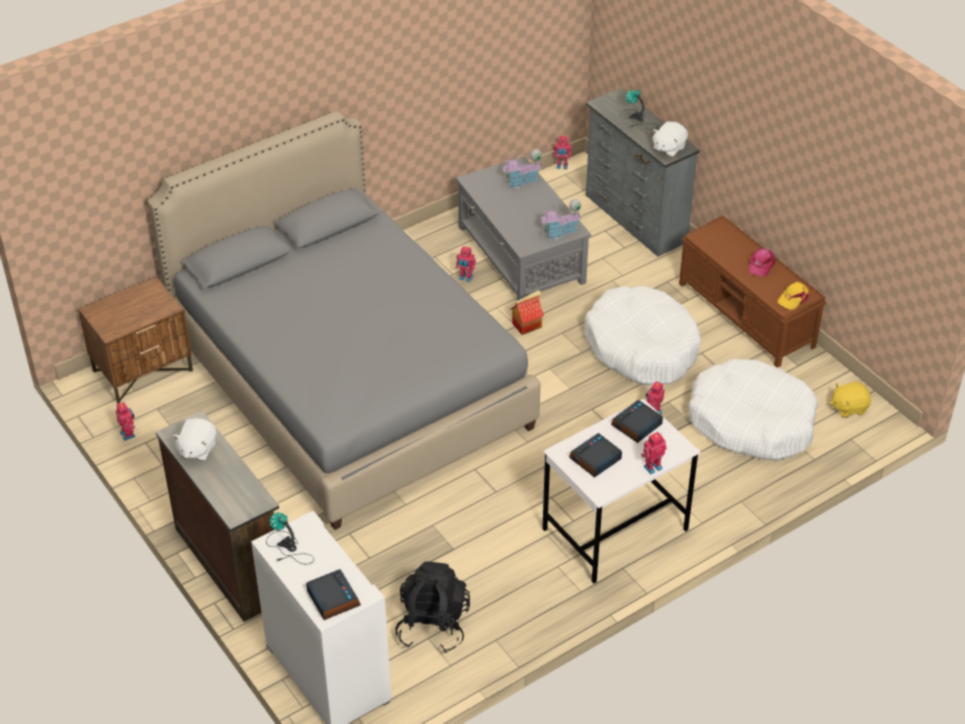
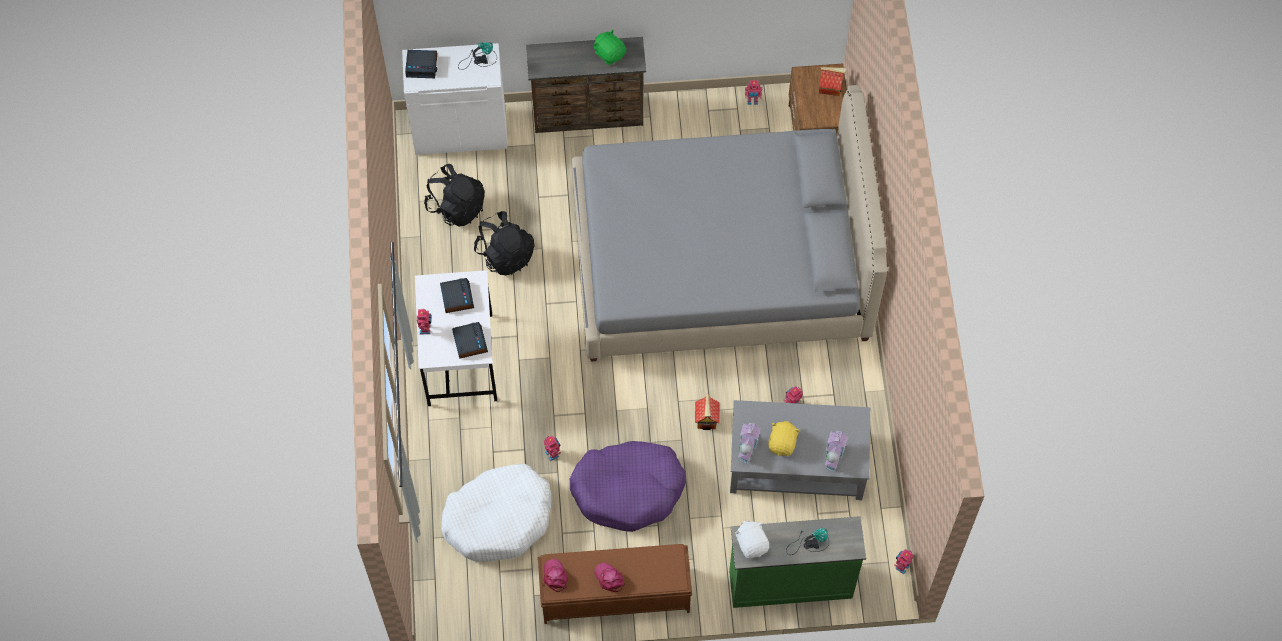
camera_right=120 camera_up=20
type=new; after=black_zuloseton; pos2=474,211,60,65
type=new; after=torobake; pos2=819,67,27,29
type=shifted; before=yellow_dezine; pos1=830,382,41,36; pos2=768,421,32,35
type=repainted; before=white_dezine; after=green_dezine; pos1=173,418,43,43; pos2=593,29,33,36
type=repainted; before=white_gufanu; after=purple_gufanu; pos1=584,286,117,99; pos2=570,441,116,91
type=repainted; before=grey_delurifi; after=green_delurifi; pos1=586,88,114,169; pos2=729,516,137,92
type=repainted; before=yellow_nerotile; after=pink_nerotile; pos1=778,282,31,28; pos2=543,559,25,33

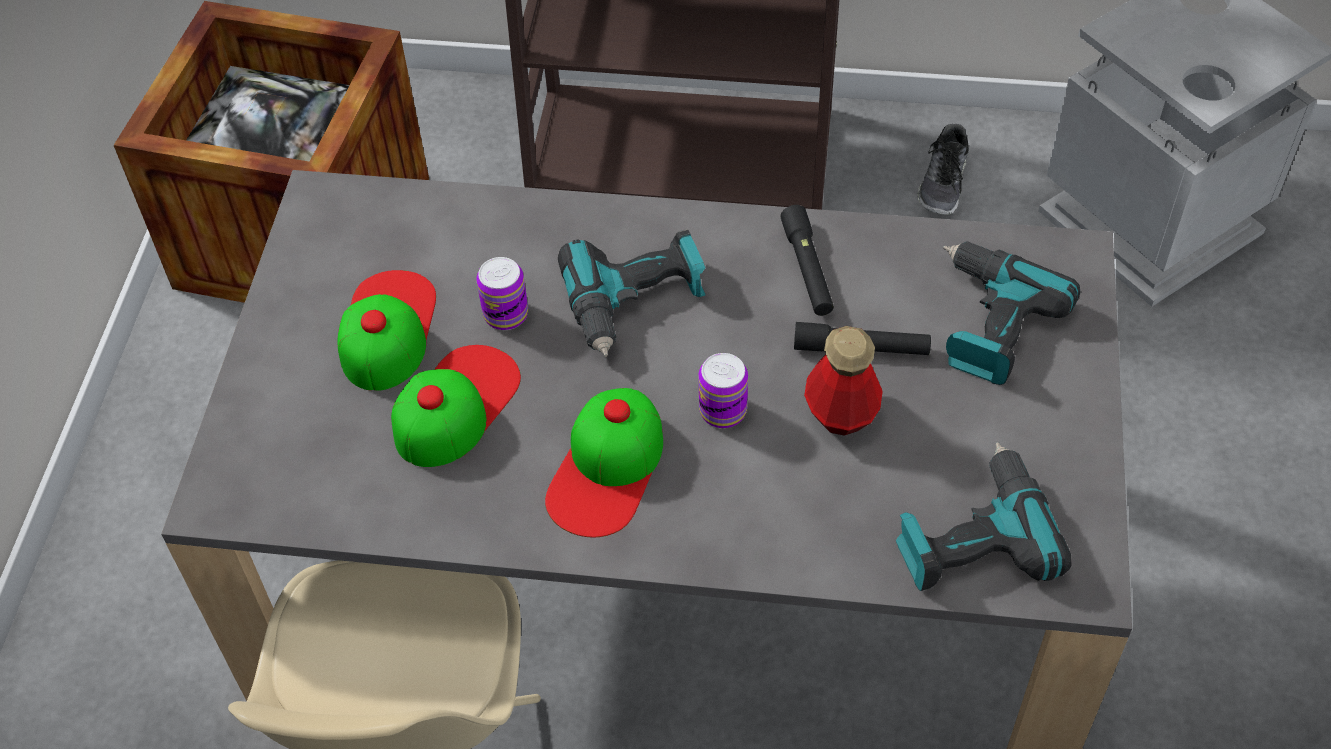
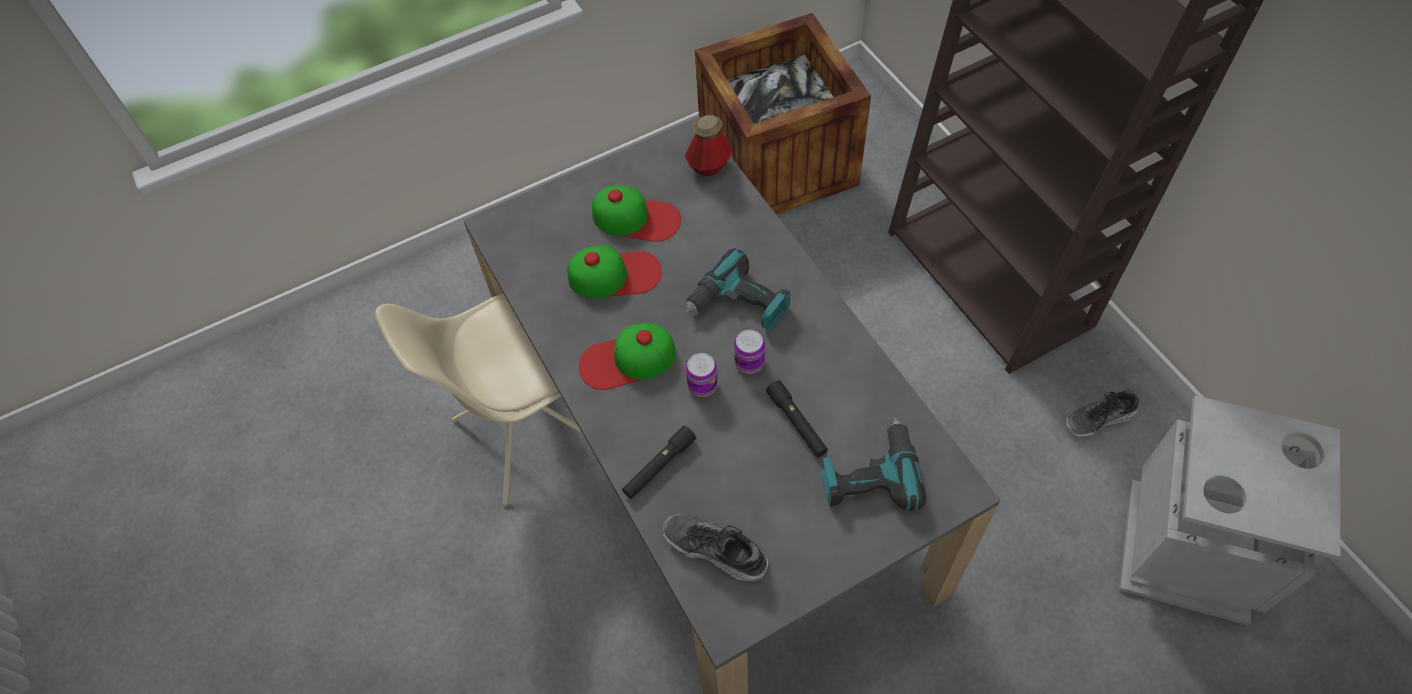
camera_right=55 camera_up=5
type=shifted; before=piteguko; pos1=476,257,52,73; pos2=734,330,31,45
type=shifted; before=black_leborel; pos1=781,205,53,111; pos2=622,426,74,73
type=shifted; before=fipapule; pos1=804,326,79,110; pos2=685,115,47,61
type=swapped; before=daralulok; after=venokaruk; pos1=896,442,176,149; pos2=663,514,105,68
type=rotated; before=nerotile; pos1=338,270,98,121; pos2=592,185,89,57; turn=45

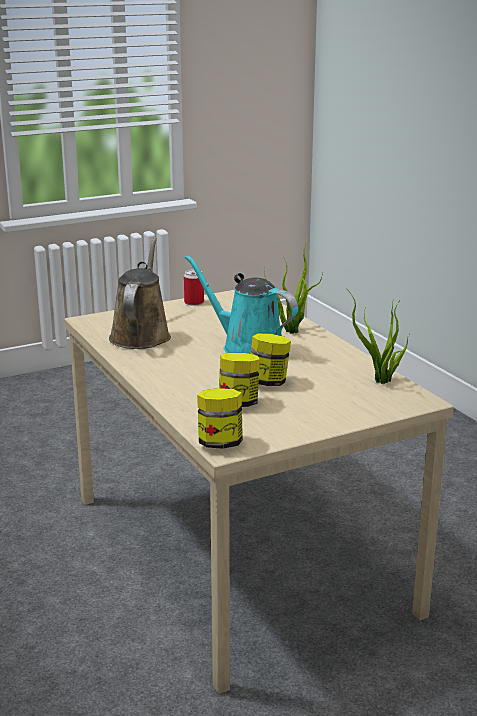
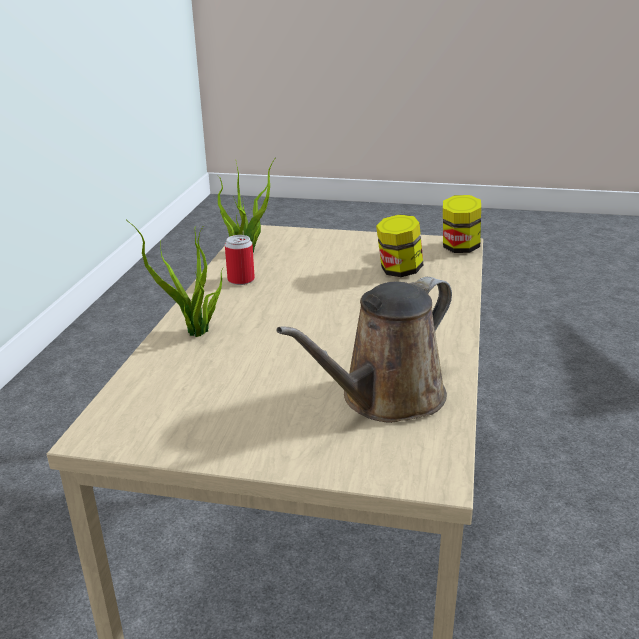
camera_right=-140 camera_up=5
type=gone; before=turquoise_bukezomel; pos1=184,255,114,99
type=gone; before=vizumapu; pos1=250,334,41,52
type=shifted; before=piteguko; pos1=184,269,20,37; pos2=225,235,30,50

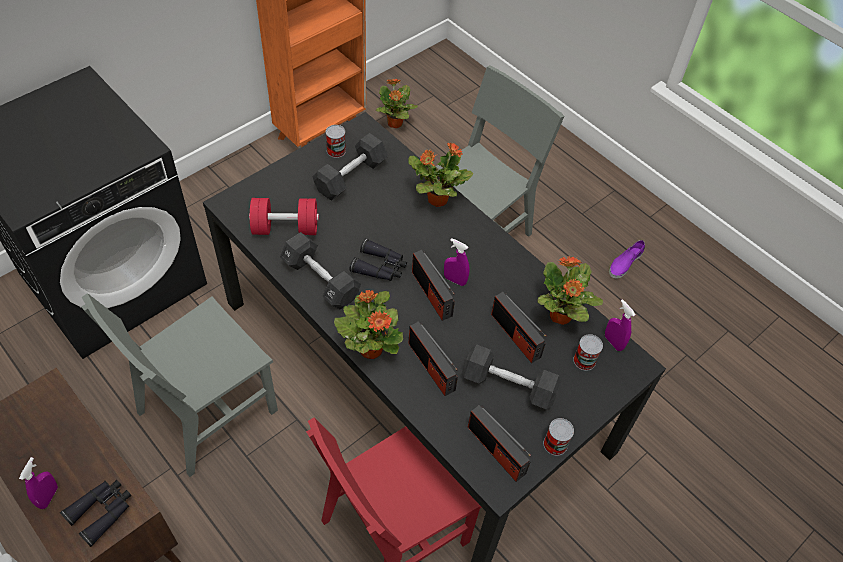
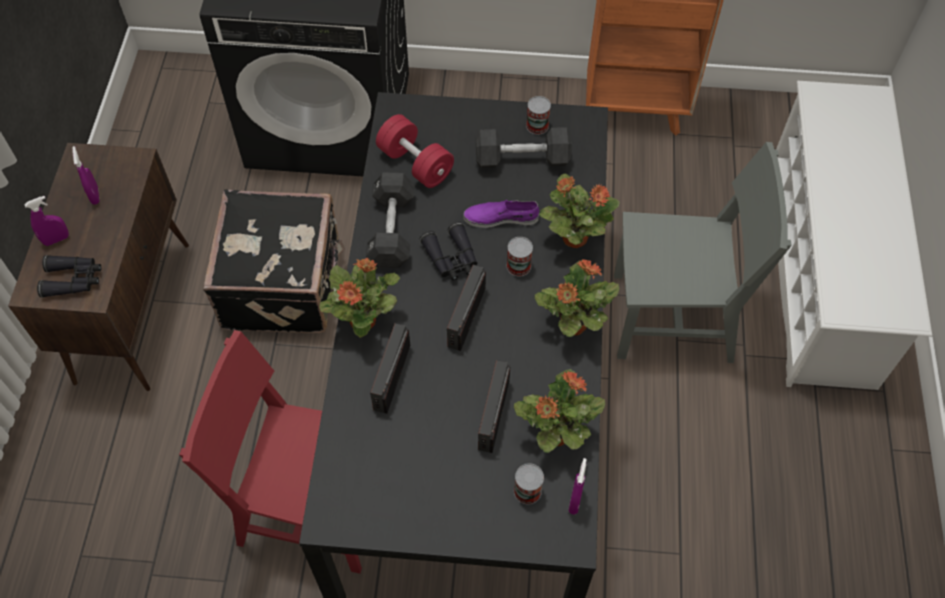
camera_right=50 camera_up=5
type=gone; before=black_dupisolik; pos1=462,344,99,66
type=gone; before=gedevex; pos1=468,405,63,77
type=new; after=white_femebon; pos2=776,81,156,309
type=shifted; before=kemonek; pos1=376,78,42,50; pos2=535,259,84,78
type=shifted; before=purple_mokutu; pos1=444,238,25,48; pos2=72,146,28,58
type=shifted; before=piteguko; pos1=543,418,31,38; pos2=507,237,26,40
type=shifted; before=purple_venokaruk; pos1=609,240,36,38; pos2=463,200,76,28
type=swapped; before=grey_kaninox; after=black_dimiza; pos1=81,293,197,184; pos2=203,189,142,144

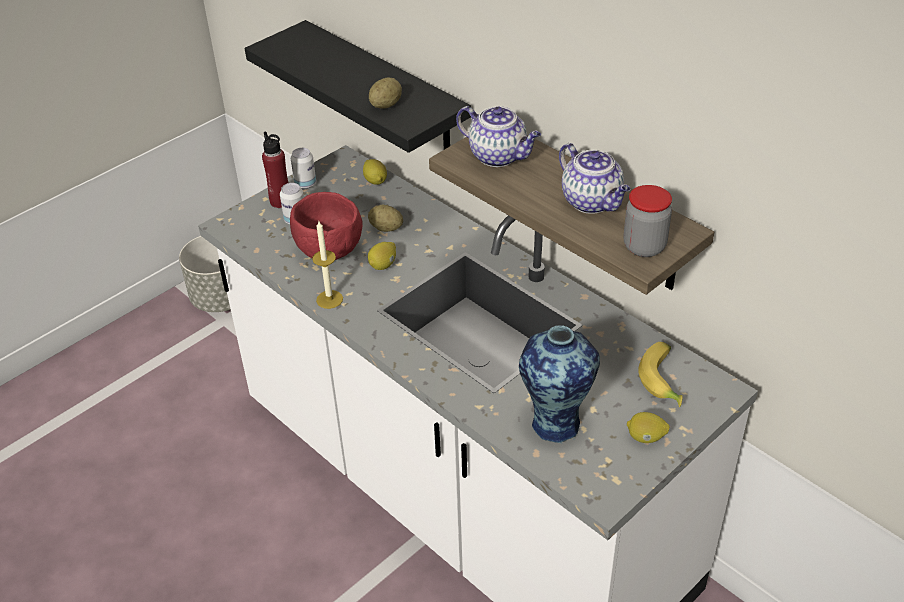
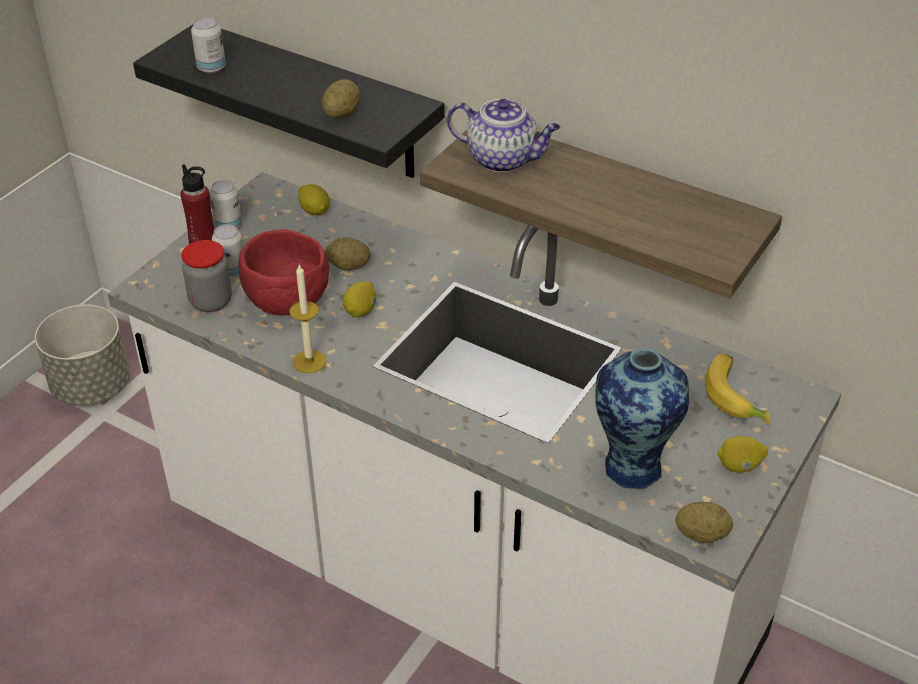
camera_right=-15 camera_up=0
type=gone; before=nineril; pos1=559,143,71,71
type=new; after=piteguko; pos2=191,17,35,56
type=new; after=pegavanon; pos2=676,502,57,41
type=shifted; before=vizumapu; pos1=623,185,49,72; pos2=181,240,51,72

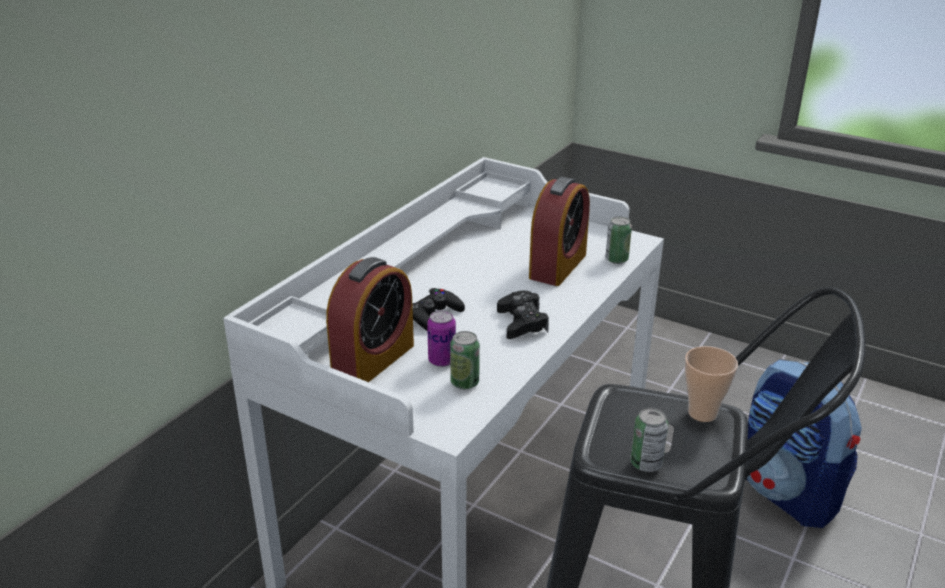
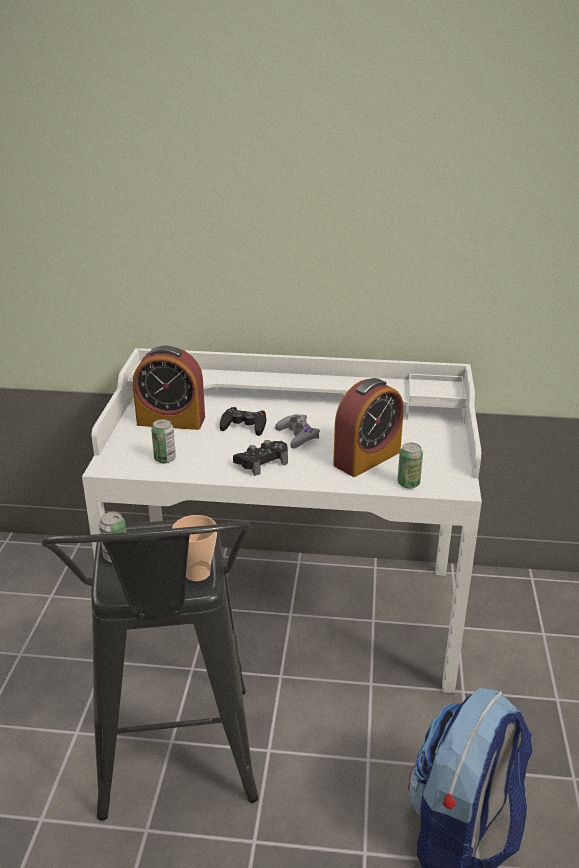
camera_right=65 camera_up=0
type=gone; before=piteguko; pos1=427,310,29,57
type=new; after=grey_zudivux; pos2=275,414,45,35
type=rotated; before=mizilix; pos1=529,177,61,109; pos2=333,378,71,99; turn=-45

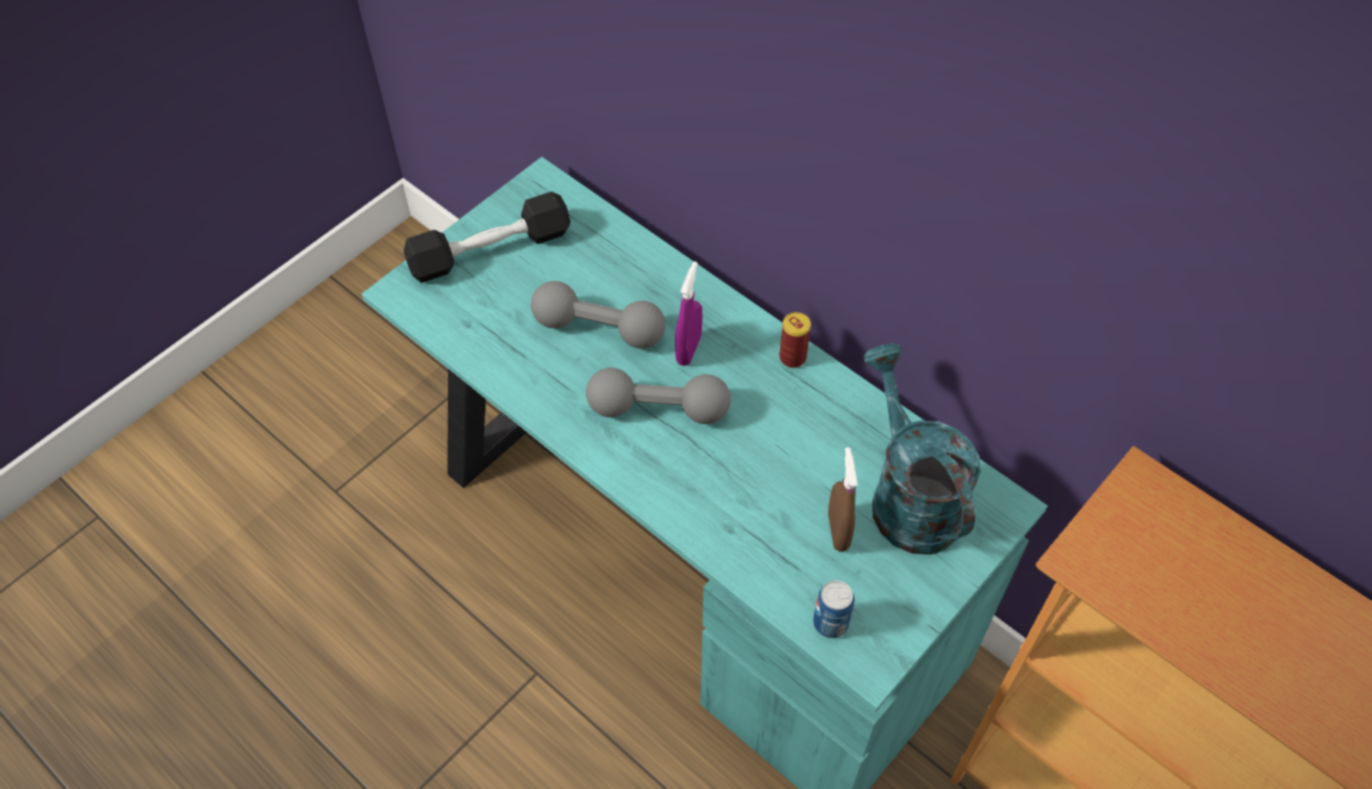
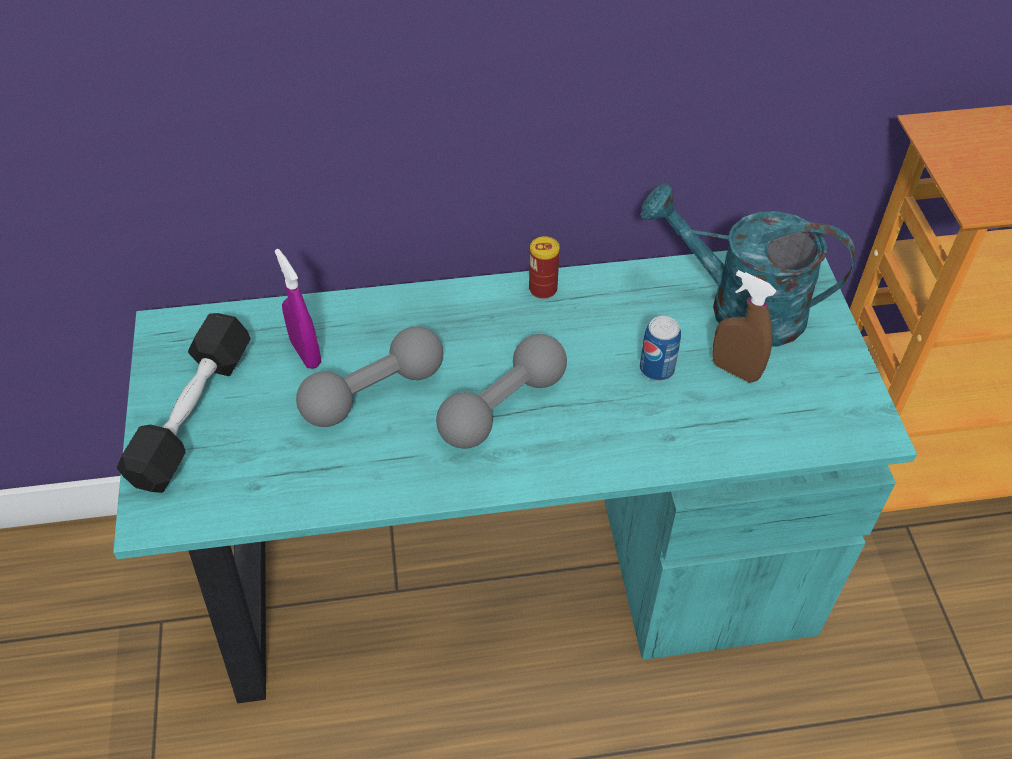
camera_right=-50 camera_up=-5
type=shifted; before=purple_mokutu; pos1=675,261,27,105; pos2=275,249,46,120
type=shifted; before=piteguko; pos1=813,580,41,58; pos2=640,316,41,65

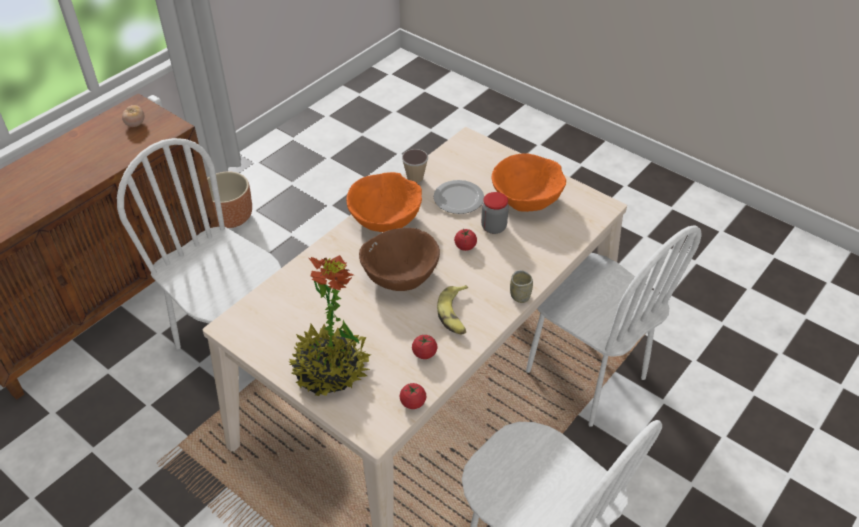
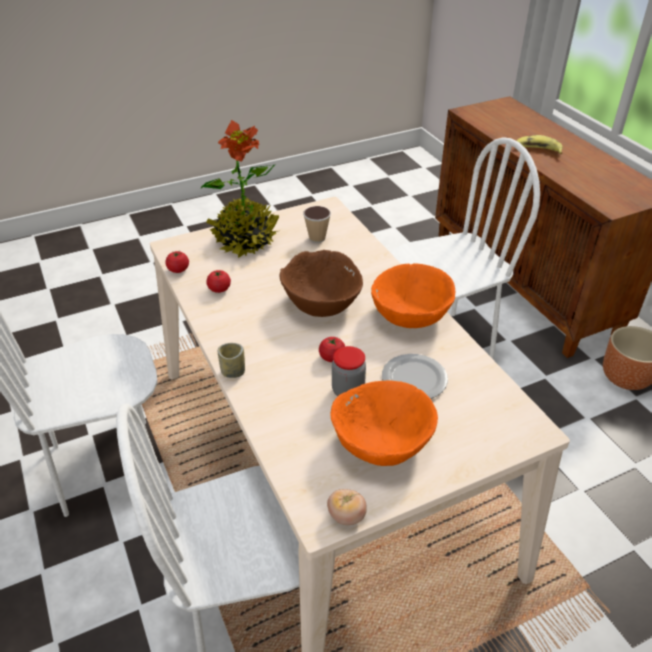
camera_right=115 camera_up=-5
type=shifted; before=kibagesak; pos1=122,105,22,22; pos2=327,489,40,36
type=shifted; before=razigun; pos1=402,149,26,35; pos2=303,206,28,37
type=shifted; before=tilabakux; pos1=437,285,31,49; pos2=516,135,47,19

